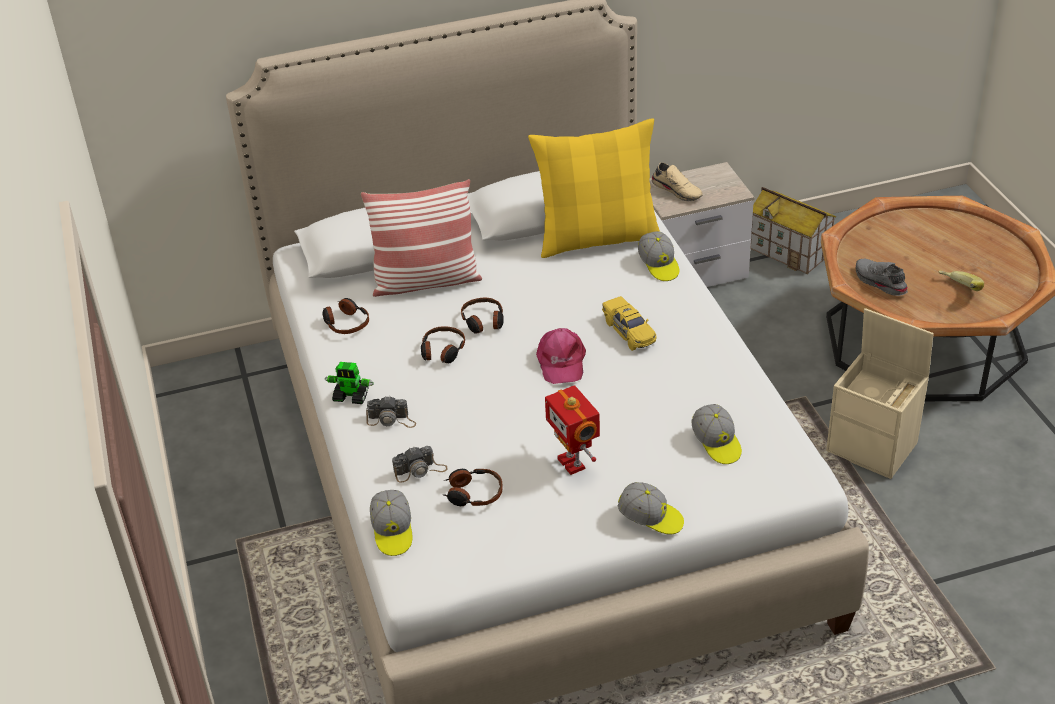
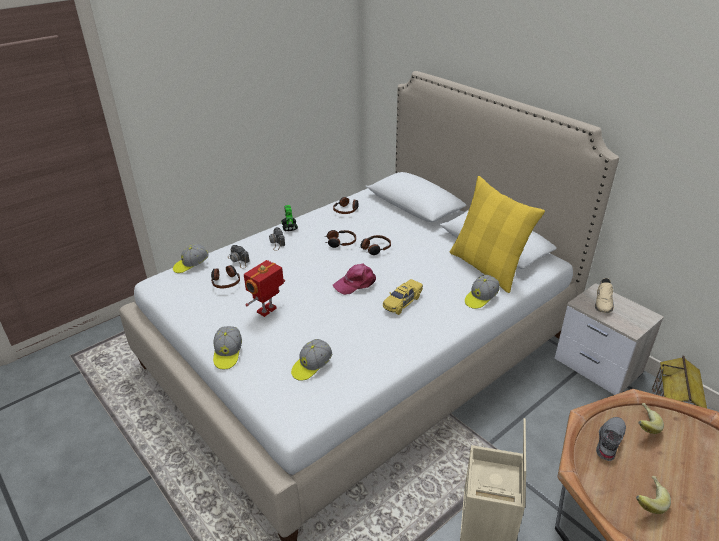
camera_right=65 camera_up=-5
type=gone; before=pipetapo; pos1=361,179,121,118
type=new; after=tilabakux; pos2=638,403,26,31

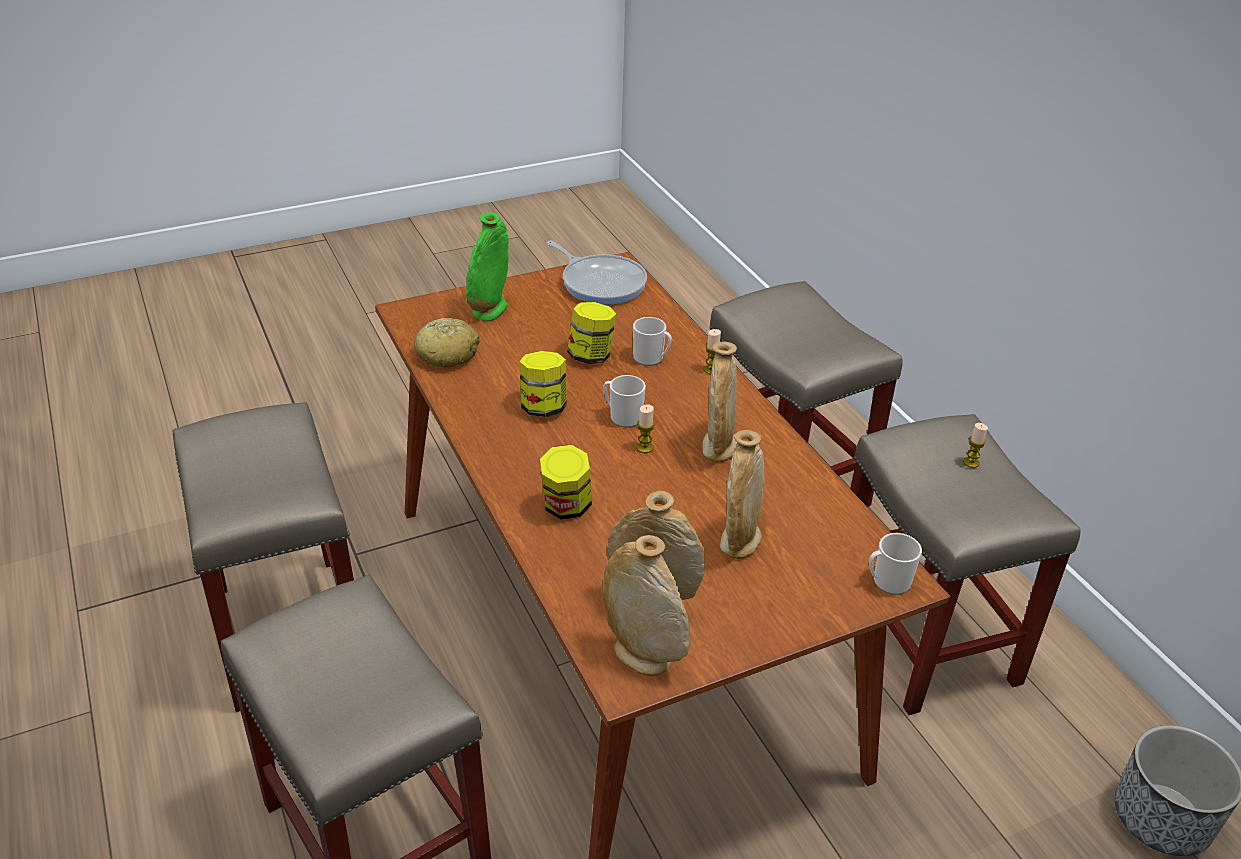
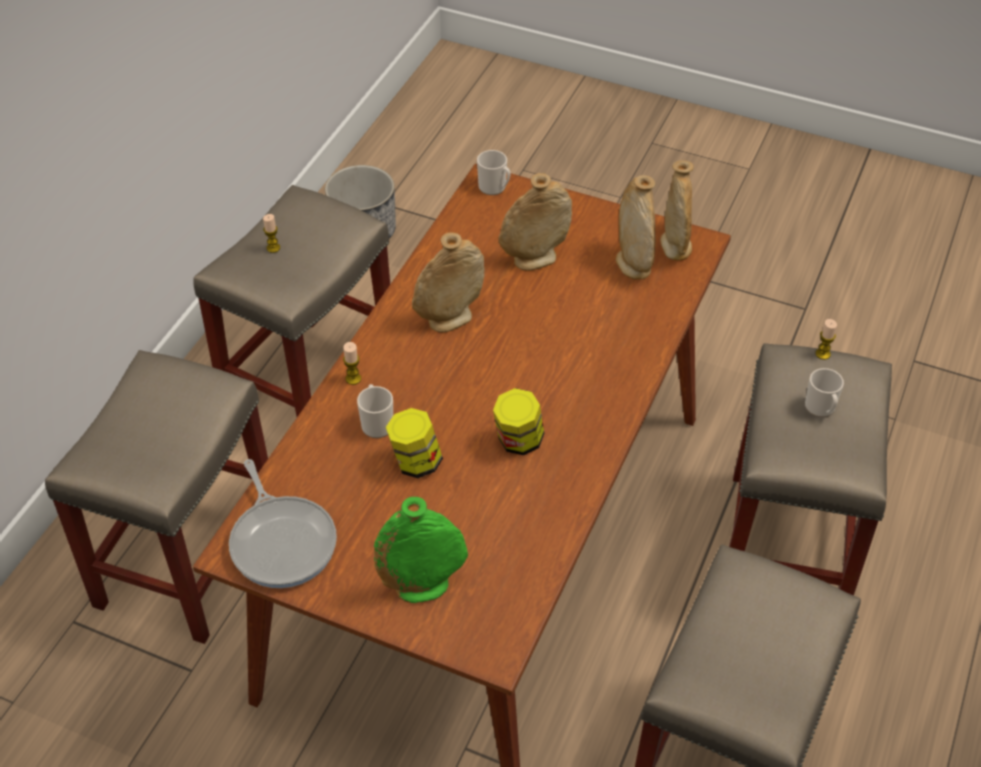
camera_right=-130 camera_up=10
type=gone; before=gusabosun; pos1=413,318,67,50
type=gone; before=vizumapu; pos1=540,445,52,74
type=shifted; before=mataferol; pos1=603,375,43,53; pos2=805,368,39,49
type=shifted; before=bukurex; pos1=636,404,19,49; pos2=816,319,21,41
type=rotated; before=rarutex; pos1=547,241,100,64; pos2=229,459,108,129; turn=150

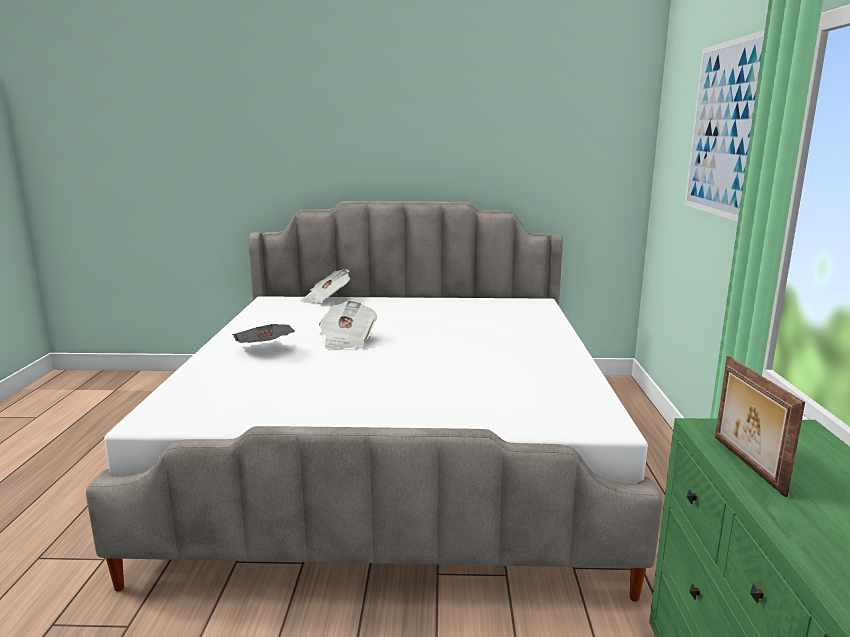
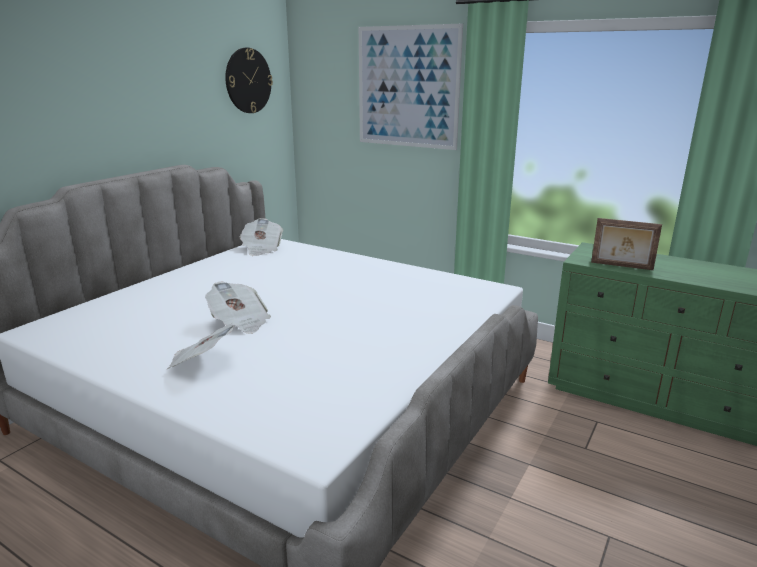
camera_right=-60 camera_up=5
type=new; after=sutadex; pos2=225,48,48,65
type=shifted; before=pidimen; pos1=301,269,49,34; pos2=240,218,43,38

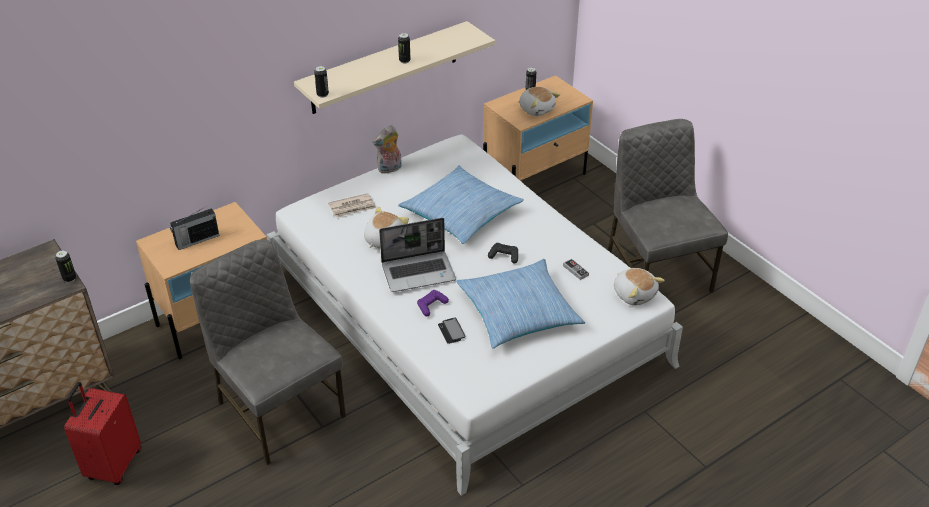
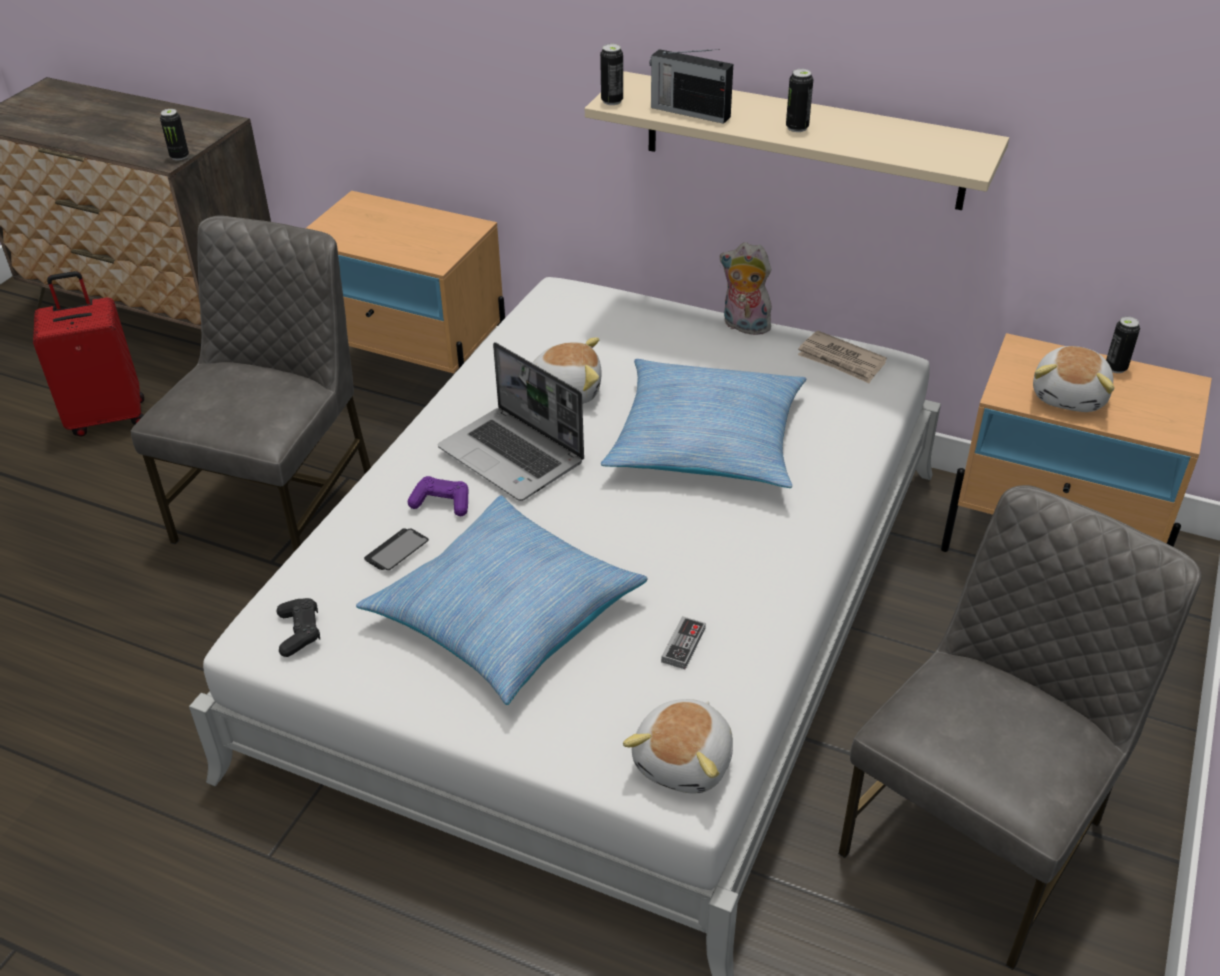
camera_right=60 camera_up=0
type=shifted; before=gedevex; pos1=170,207,49,43; pos2=649,49,84,75
type=shifted; before=pidimen; pos1=328,193,48,24; pos2=798,331,89,52
type=shifted; before=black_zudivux; pos1=488,243,30,21; pos2=277,598,43,59

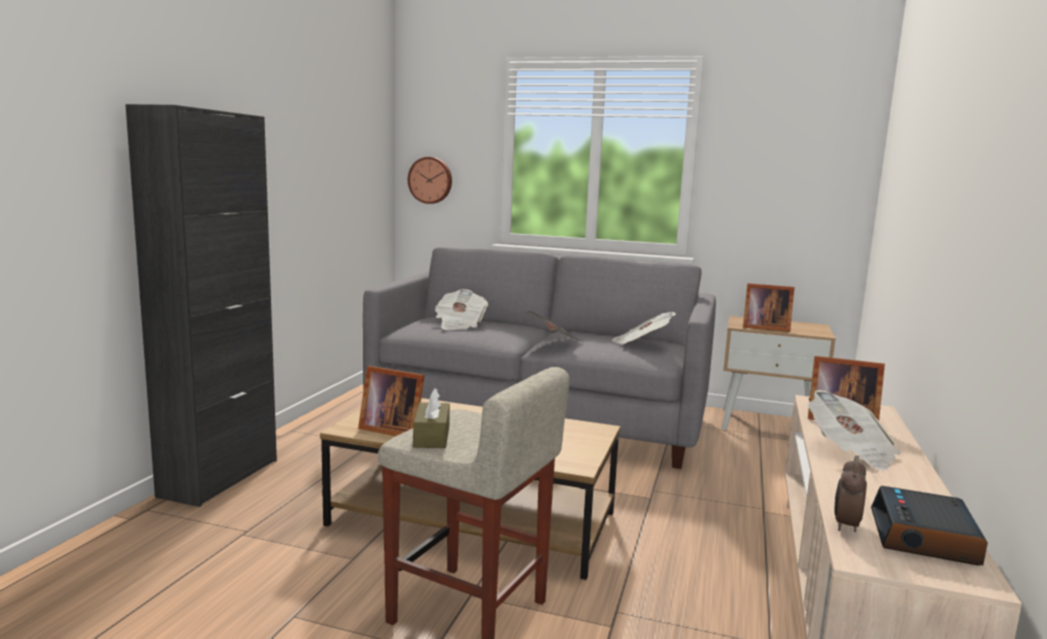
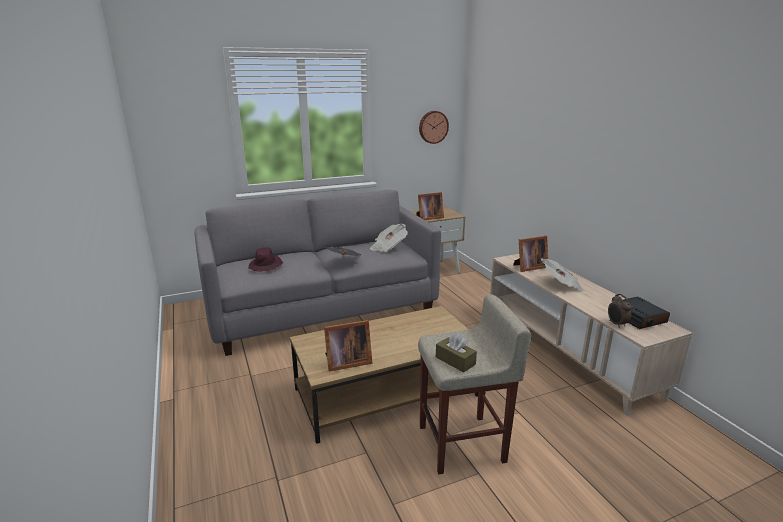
camera_right=-40 camera_up=10
type=gone; before=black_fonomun; pos1=125,104,152,403
type=shifted; before=sutadex; pos1=408,157,44,47; pos2=419,111,30,33
type=swapped; before=pidimen; after=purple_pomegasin; pos1=435,289,53,41; pos2=248,247,35,25

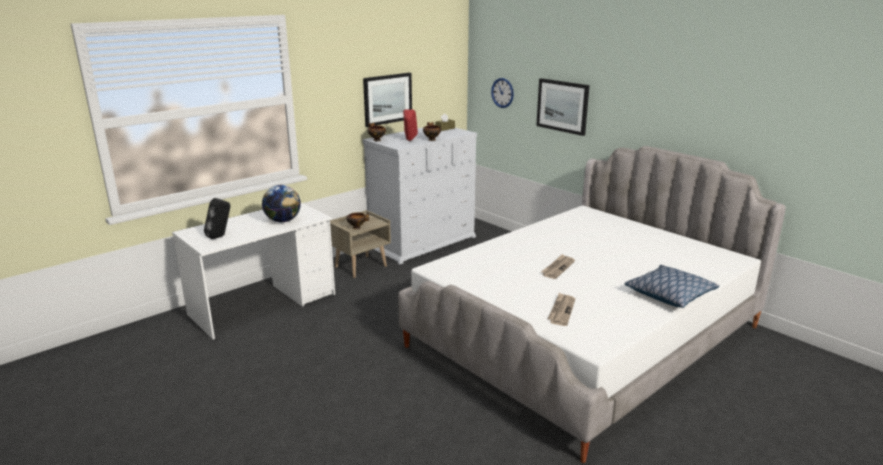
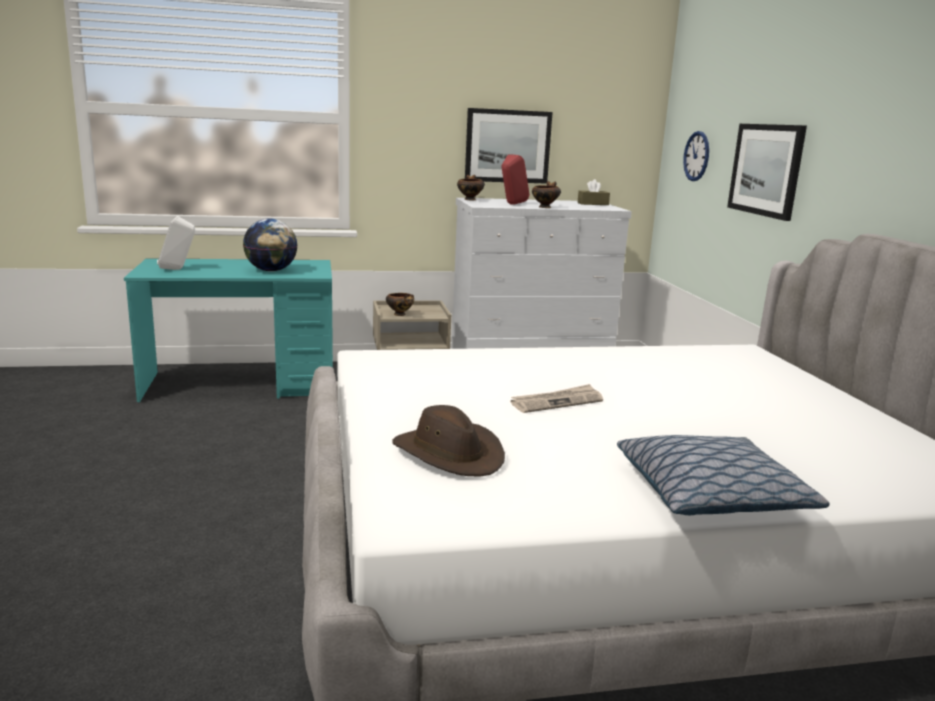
camera_right=30 camera_up=-5
type=swapped; before=pidimen; after=brown_pomegasin; pos1=547,293,28,33; pos2=393,405,112,71
type=repainted; before=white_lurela; after=turquoise_lurela; pos1=172,203,163,137; pos2=124,258,209,144
type=repainted; before=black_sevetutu; after=white_sevetutu; pos1=204,198,26,41; pos2=157,216,38,54

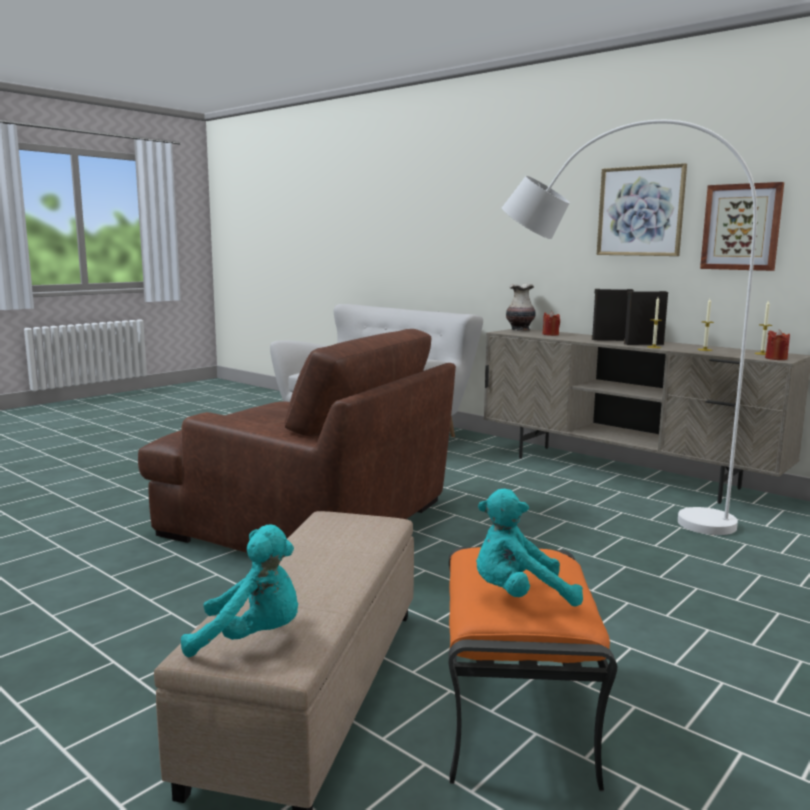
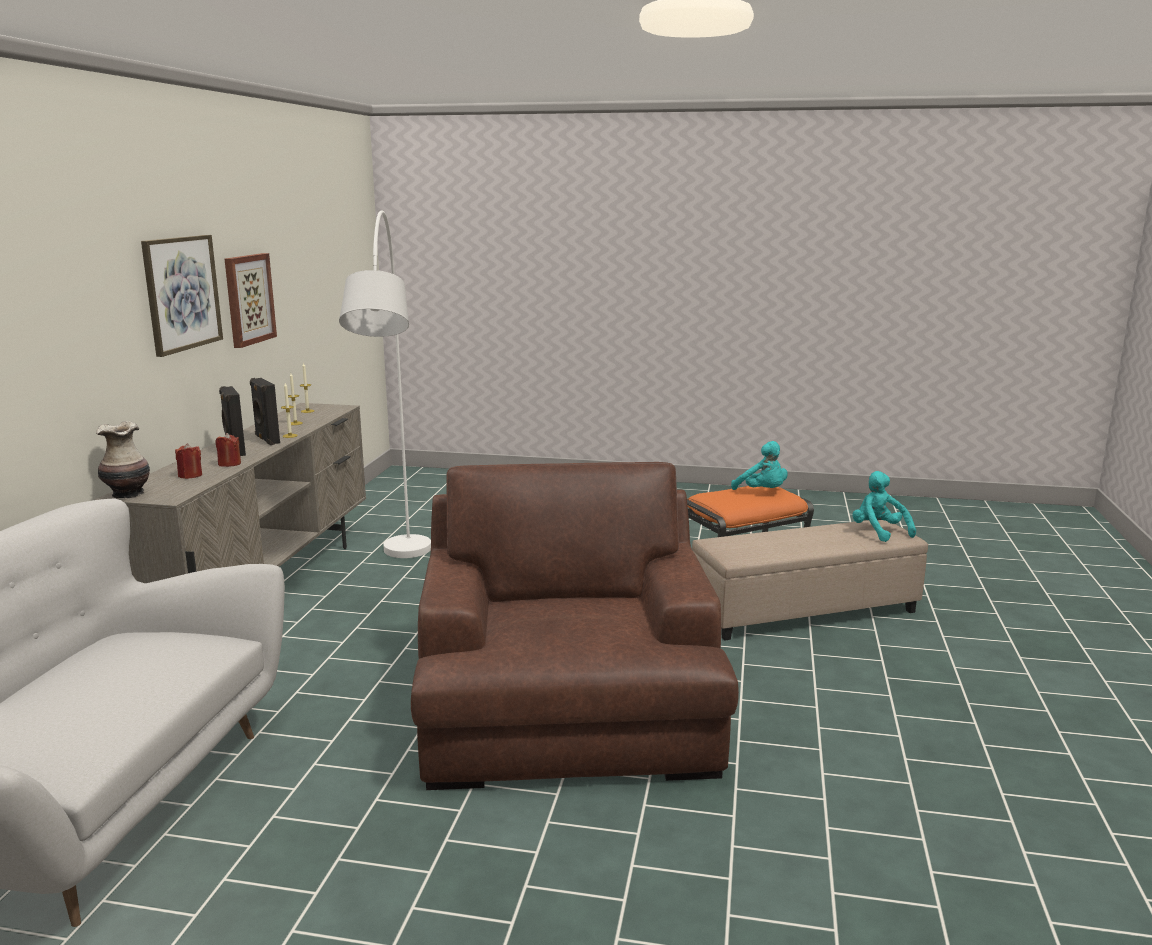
camera_right=-120 camera_up=5
type=shifted; before=red_bukurex; pos1=765,329,25,31; pos2=215,433,26,34

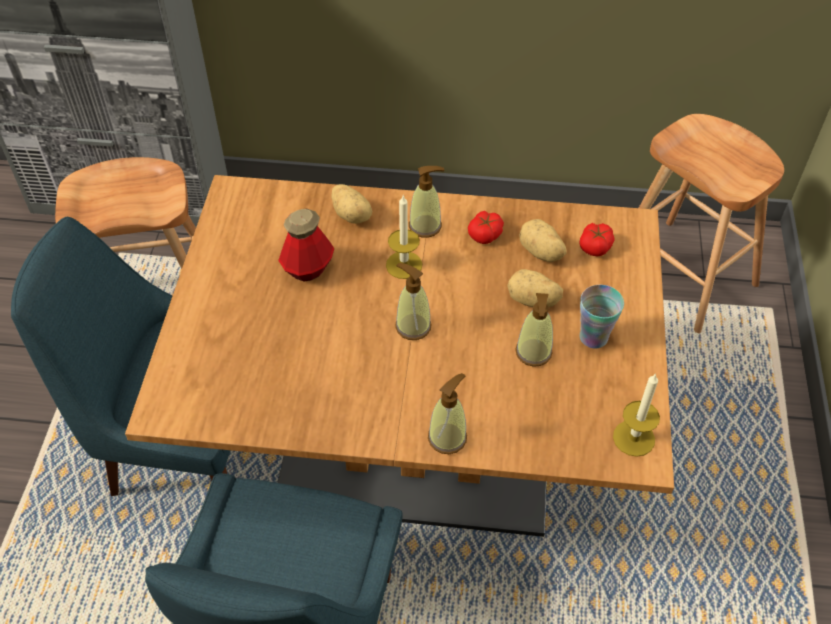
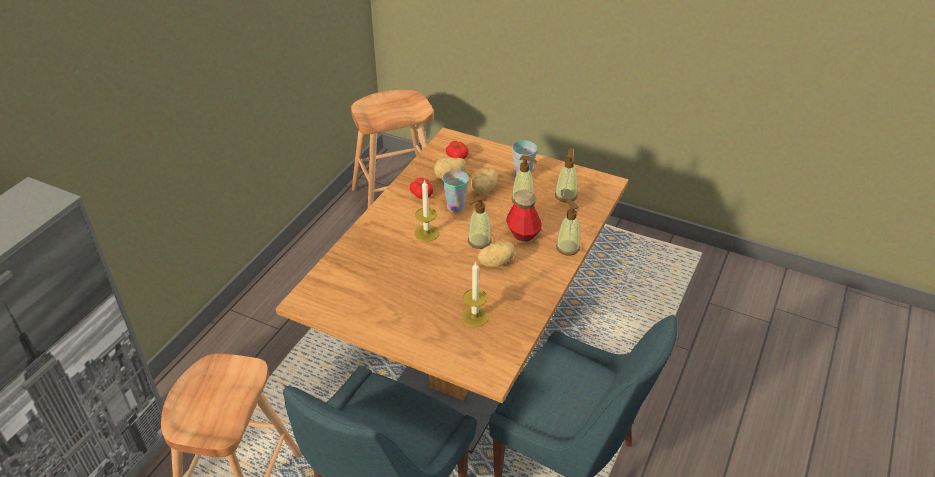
camera_right=-70 camera_up=-10
type=new; after=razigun; pos2=442,170,27,42
type=shifted; before=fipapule; pos1=278,209,56,73; pos2=506,190,36,52
type=shifted; before=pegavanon; pos1=331,184,41,40; pos2=478,242,37,25
type=shifted; before=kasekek; pos1=409,166,35,72; pos2=555,148,22,54
type=shifted; before=bukurex; pos1=613,373,47,84; pos2=461,261,28,66

